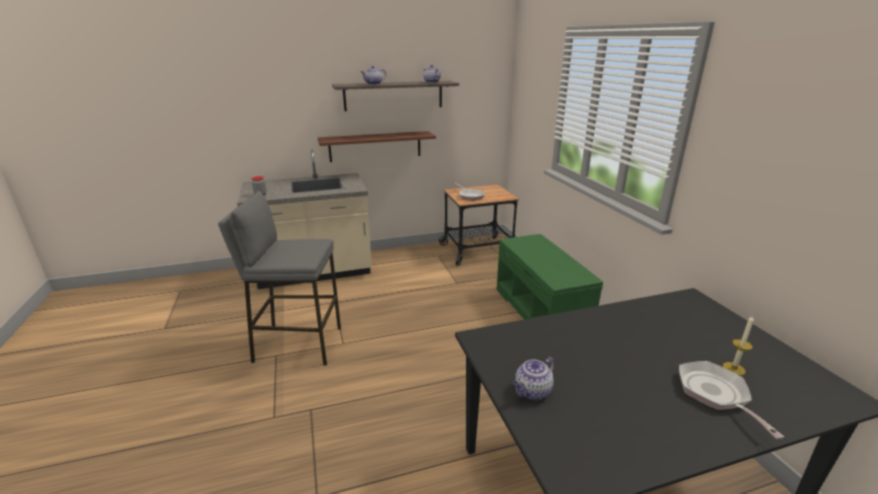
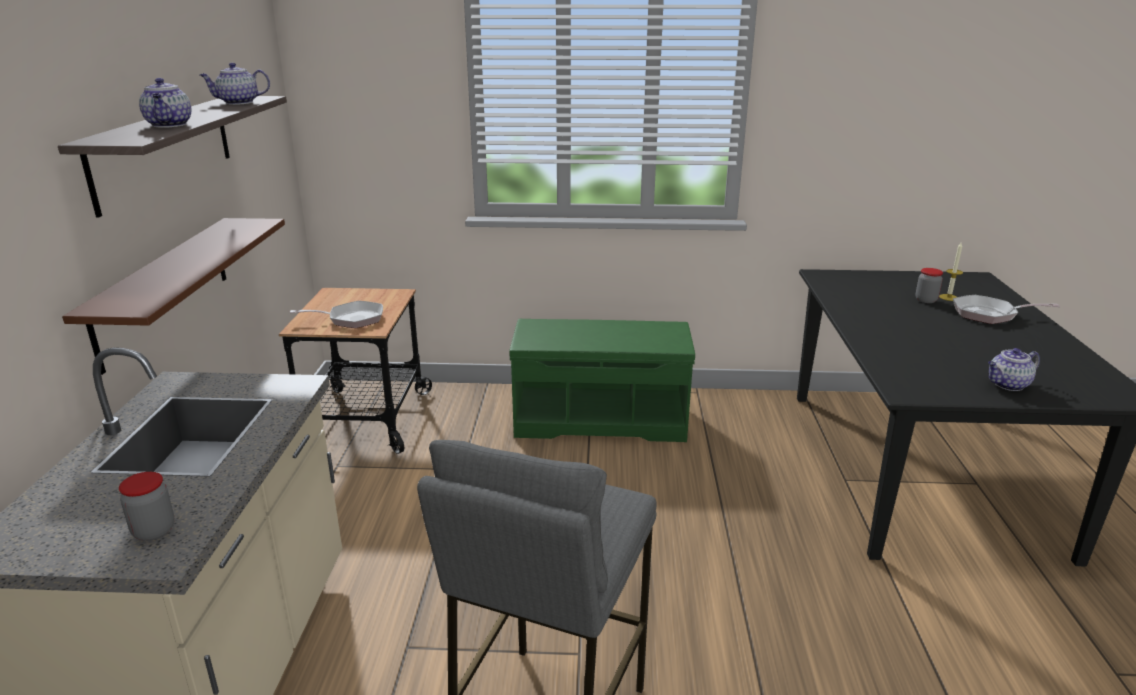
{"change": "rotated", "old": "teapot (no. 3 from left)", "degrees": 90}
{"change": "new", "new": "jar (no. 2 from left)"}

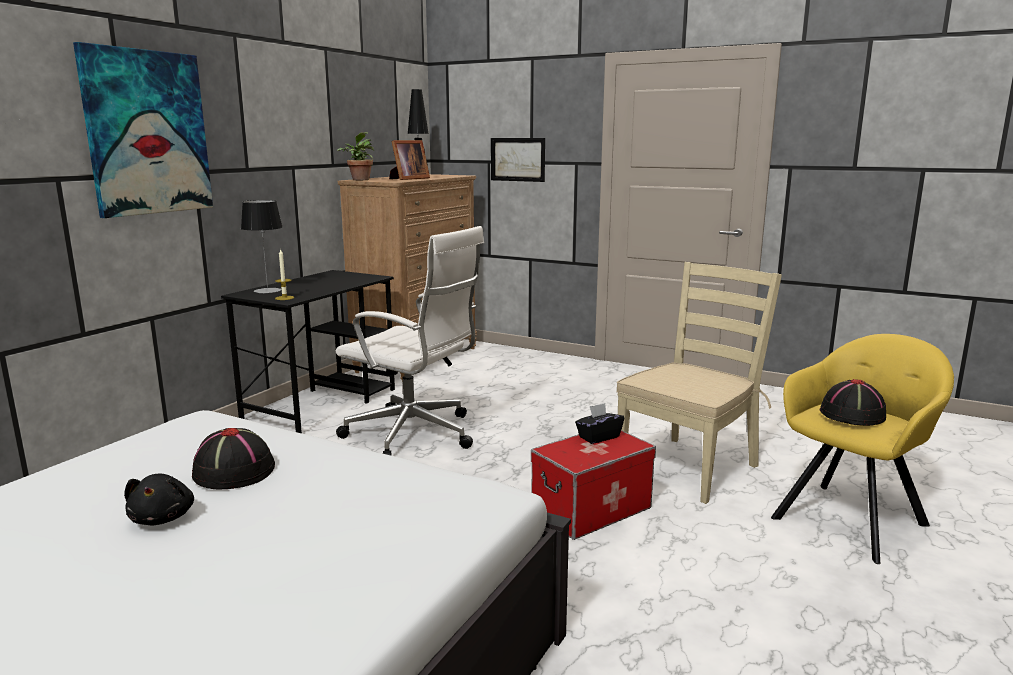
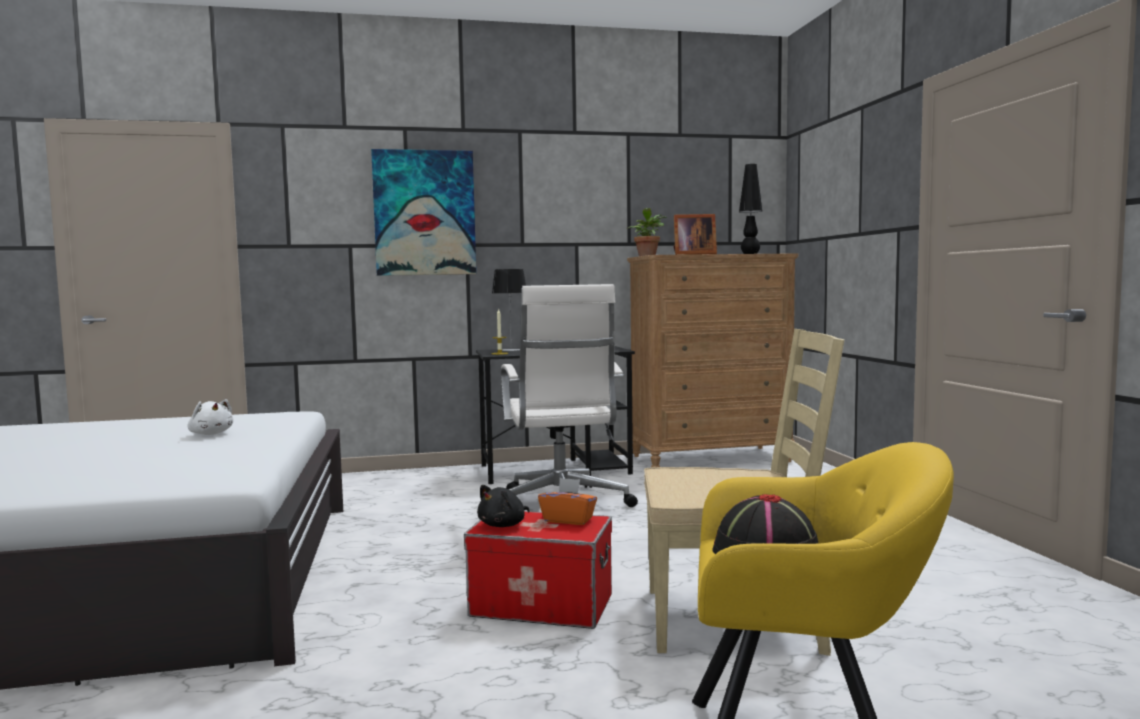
{"change": "gone", "old": "picture (no. 2 from left)"}
{"change": "repainted", "old": "tissue box (black)", "new": "tissue box (orange)"}
{"change": "swapped", "old": "hat (black) (no. 1 from left)", "new": "plush toy (white)"}
{"change": "shifted", "old": "plush toy (black)"}

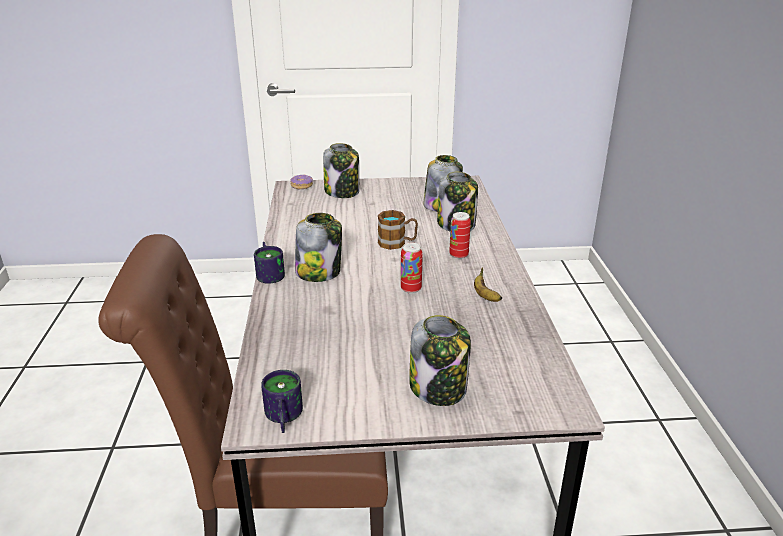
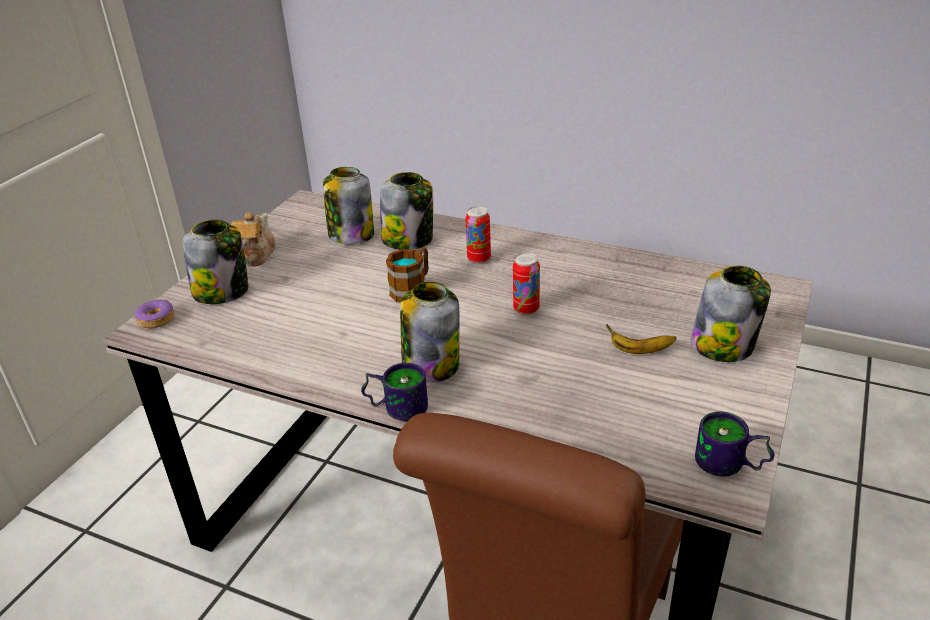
{"change": "shifted", "old": "banana"}
{"change": "new", "new": "teapot"}

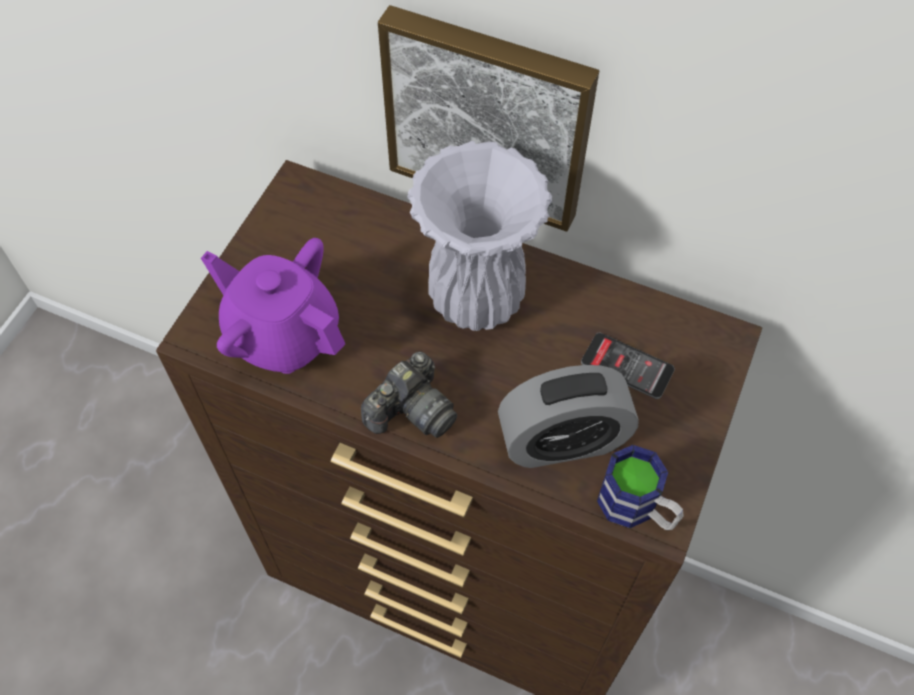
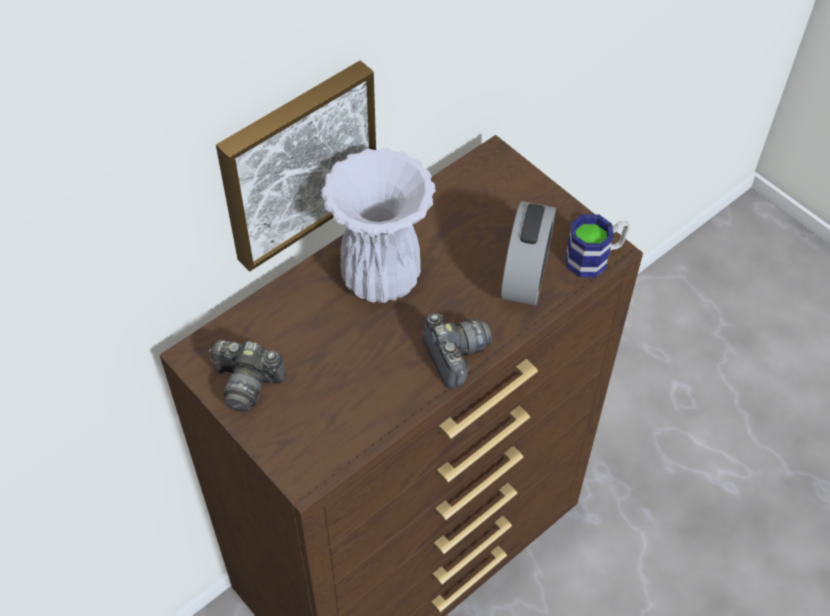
{"change": "gone", "old": "teapot (purple)"}
{"change": "gone", "old": "phone"}
{"change": "new", "new": "photo camera (no. 1 from left)"}

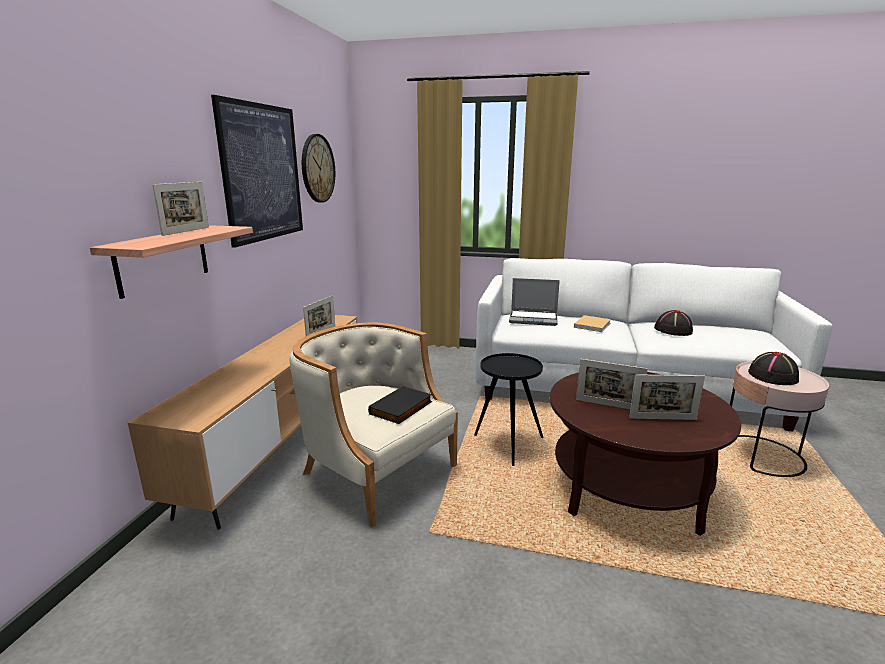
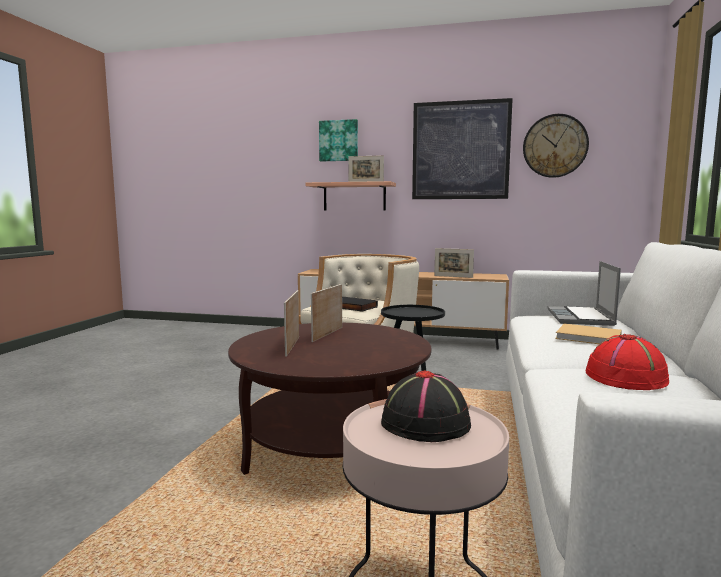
{"change": "repainted", "old": "hat (black) (no. 1 from left)", "new": "hat (red)"}
{"change": "new", "new": "picture (no. 1 from left)"}

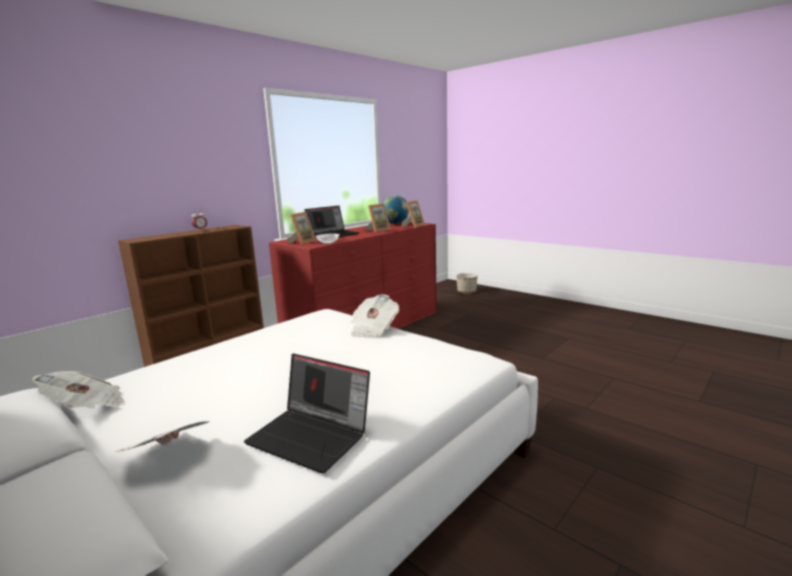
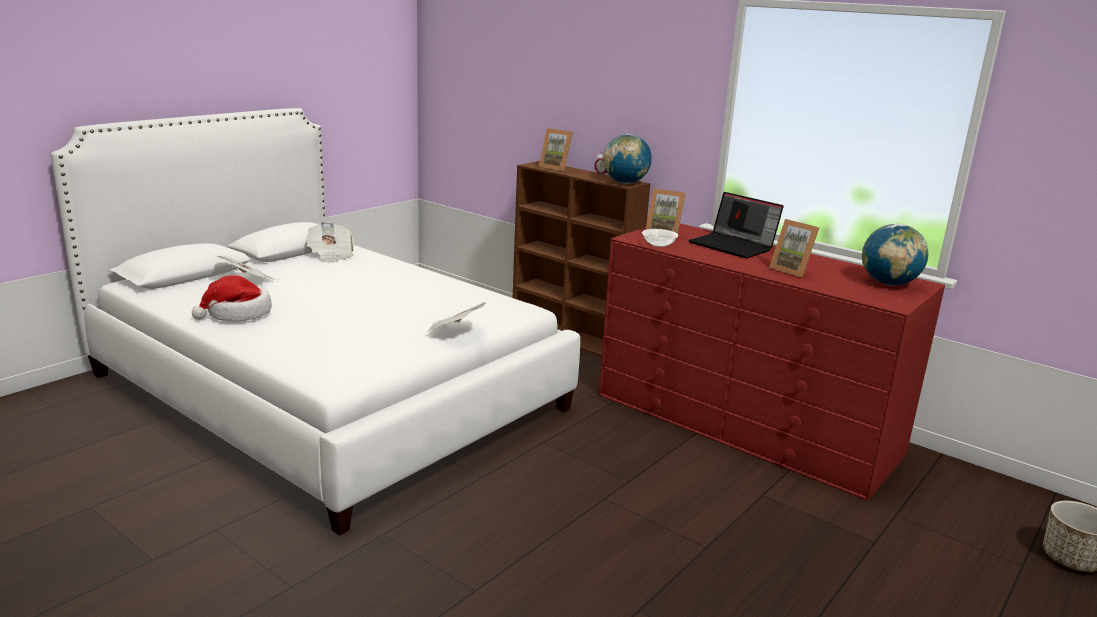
{"change": "shifted", "old": "picture frame (no. 3 from left in the first image)", "new": "picture frame (no. 1 from left)"}
{"change": "swapped", "old": "laptop (no. 1 from left)", "new": "hat"}
{"change": "new", "new": "globe (no. 1 from left)"}

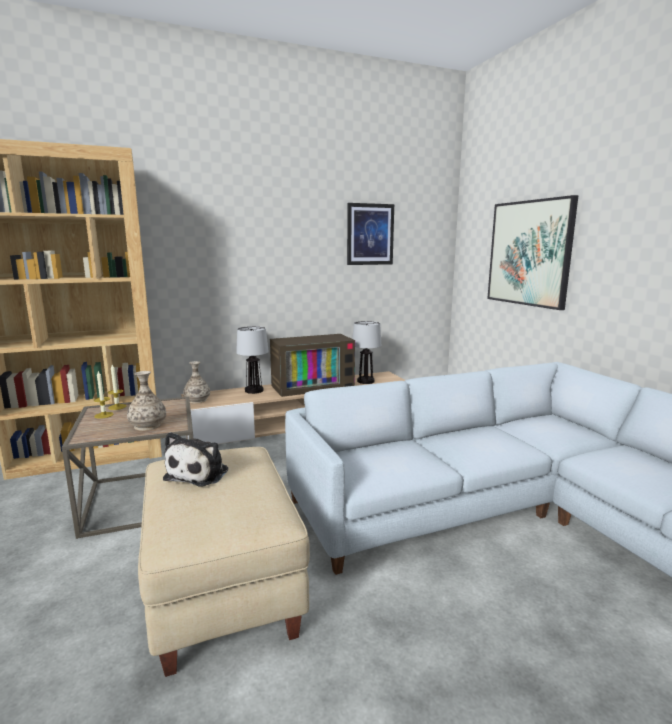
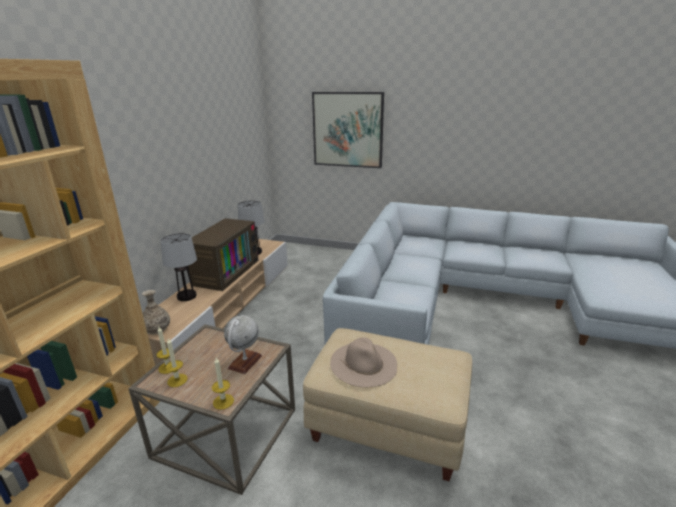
{"change": "gone", "old": "picture (no. 1 from left)"}
{"change": "swapped", "old": "vase (no. 1 from left)", "new": "globe"}
{"change": "swapped", "old": "plush toy", "new": "hat (beige)"}
{"change": "new", "new": "candle (no. 3 from left)"}

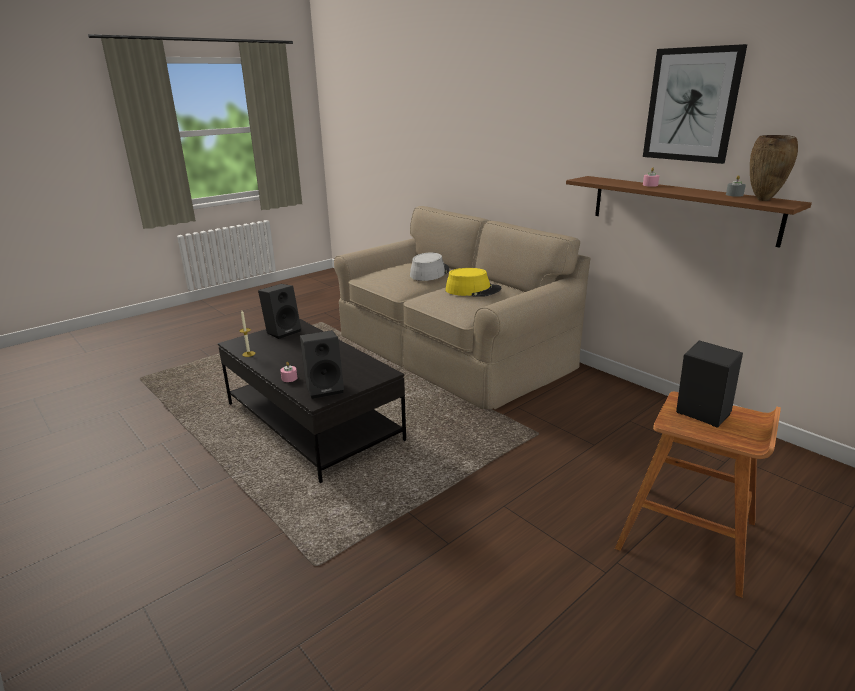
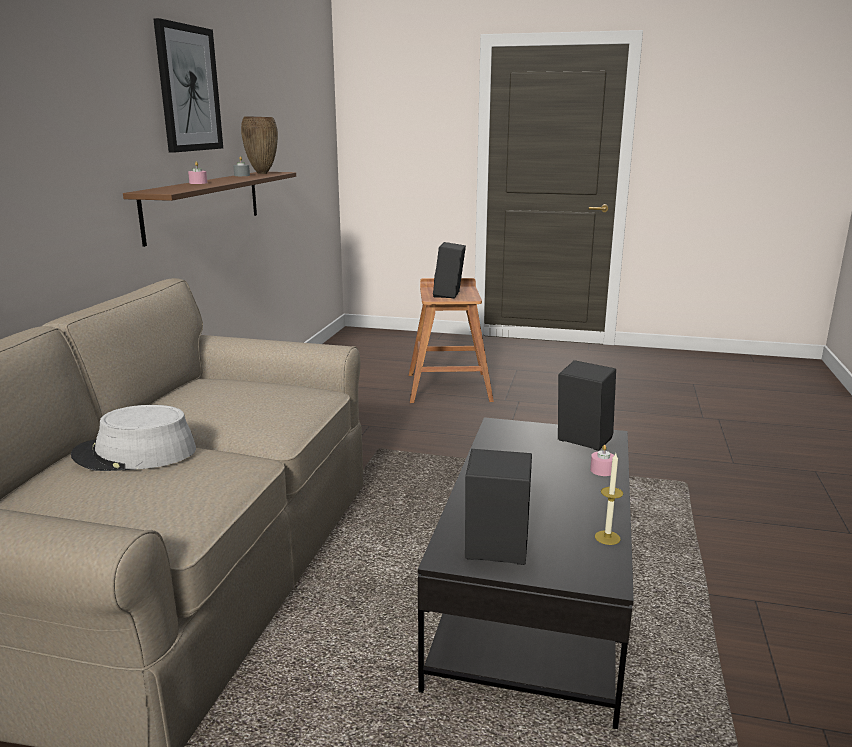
{"change": "gone", "old": "hat (yellow)"}

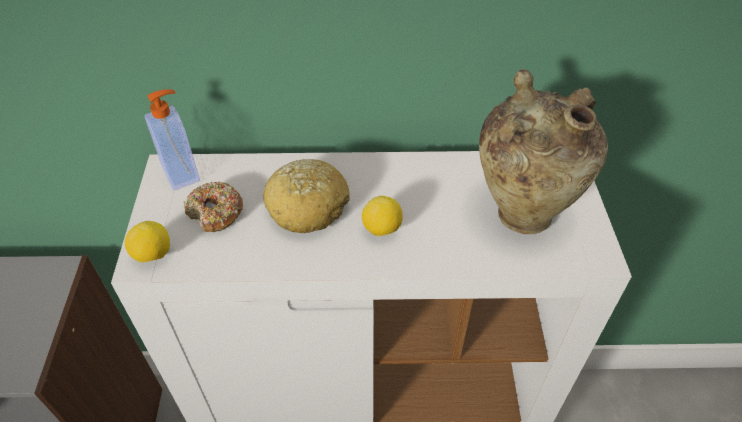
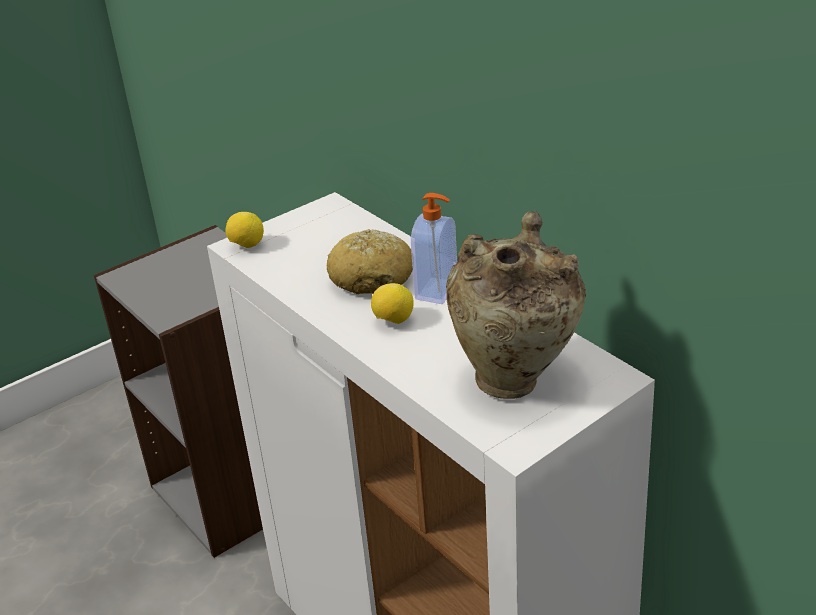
{"change": "shifted", "old": "soap dispenser"}
{"change": "gone", "old": "donut"}

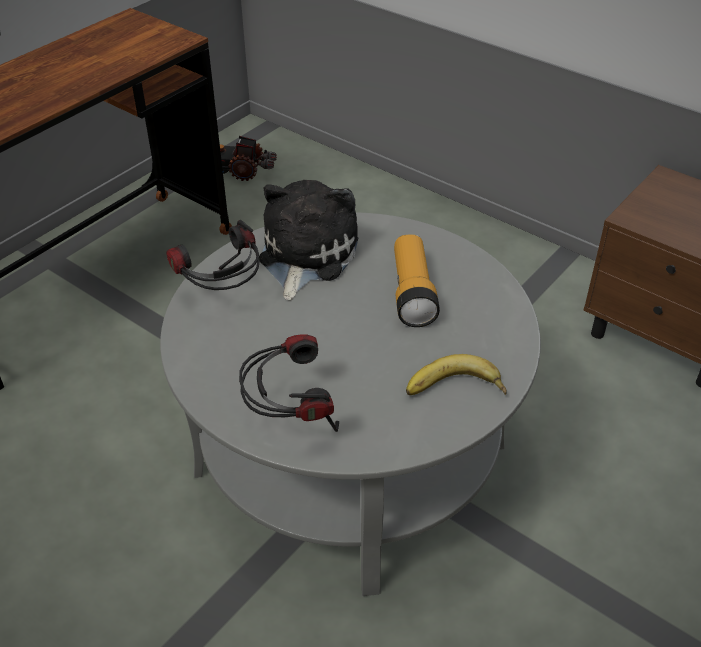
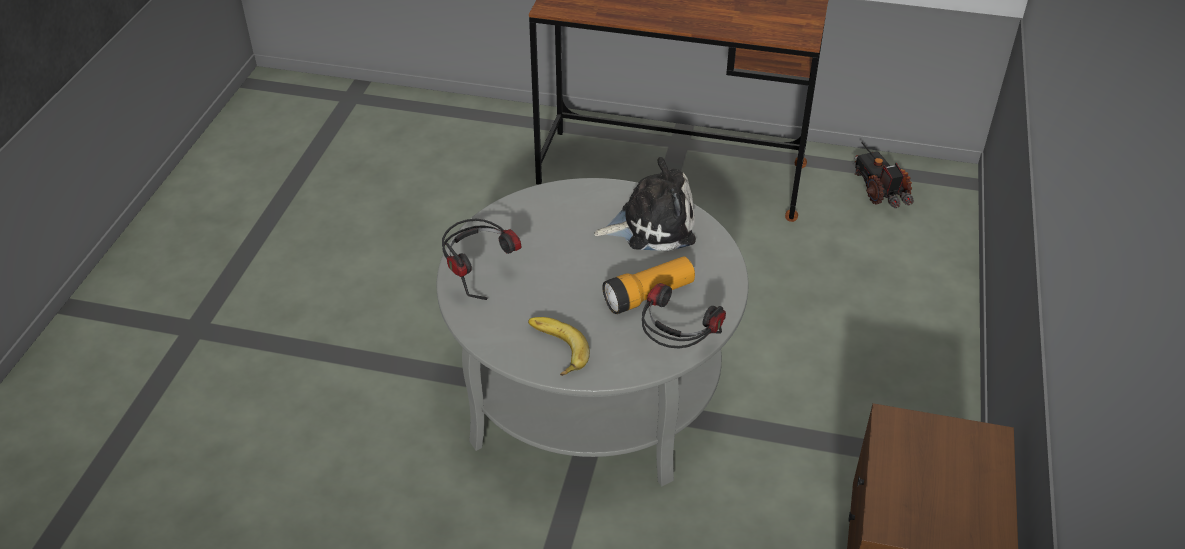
{"change": "shifted", "old": "headphones (no. 1 from left in the first image)", "new": "headphones (no. 2 from left)"}

